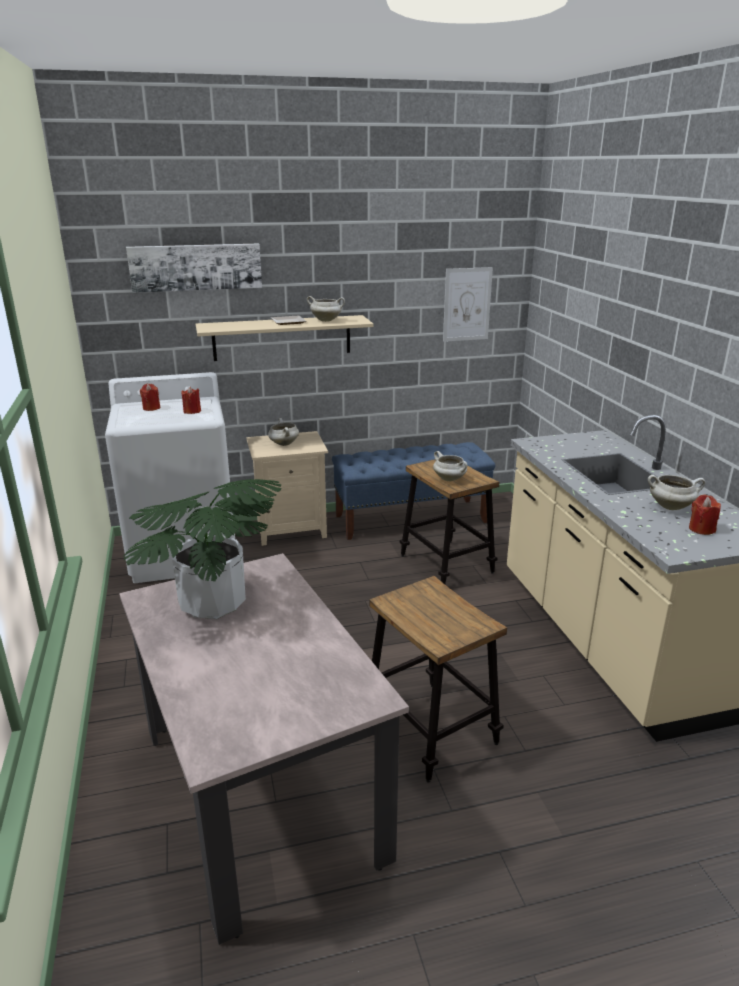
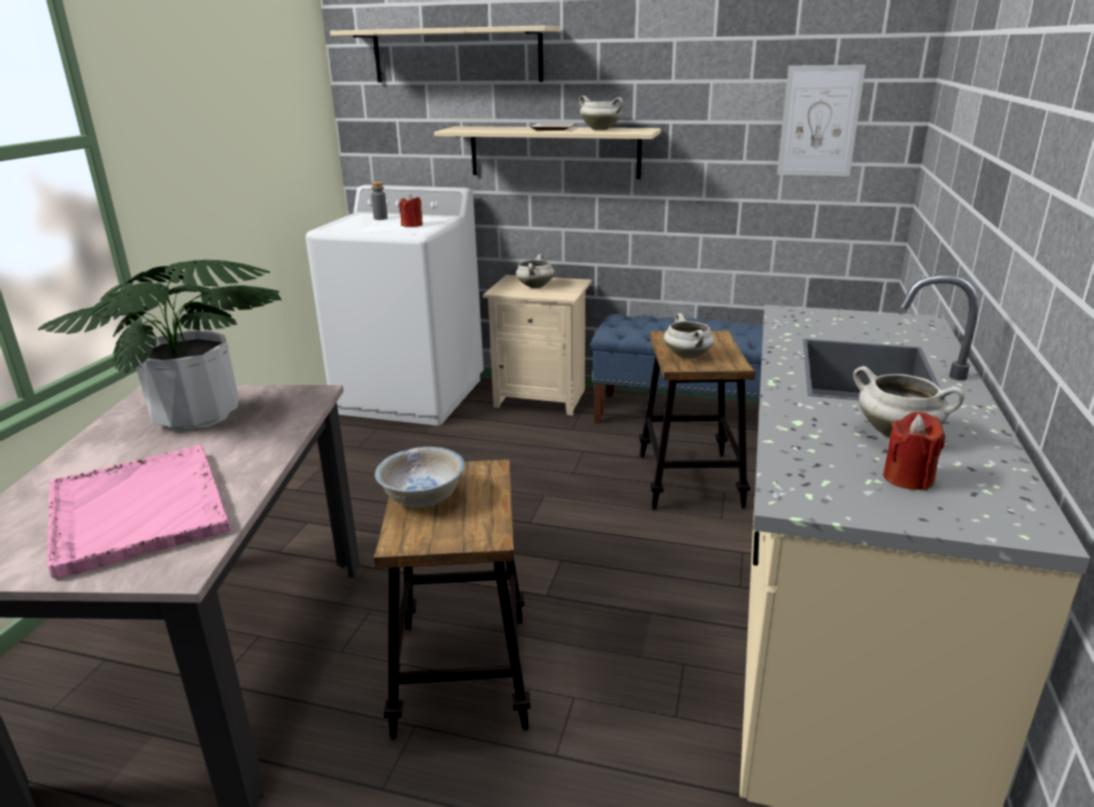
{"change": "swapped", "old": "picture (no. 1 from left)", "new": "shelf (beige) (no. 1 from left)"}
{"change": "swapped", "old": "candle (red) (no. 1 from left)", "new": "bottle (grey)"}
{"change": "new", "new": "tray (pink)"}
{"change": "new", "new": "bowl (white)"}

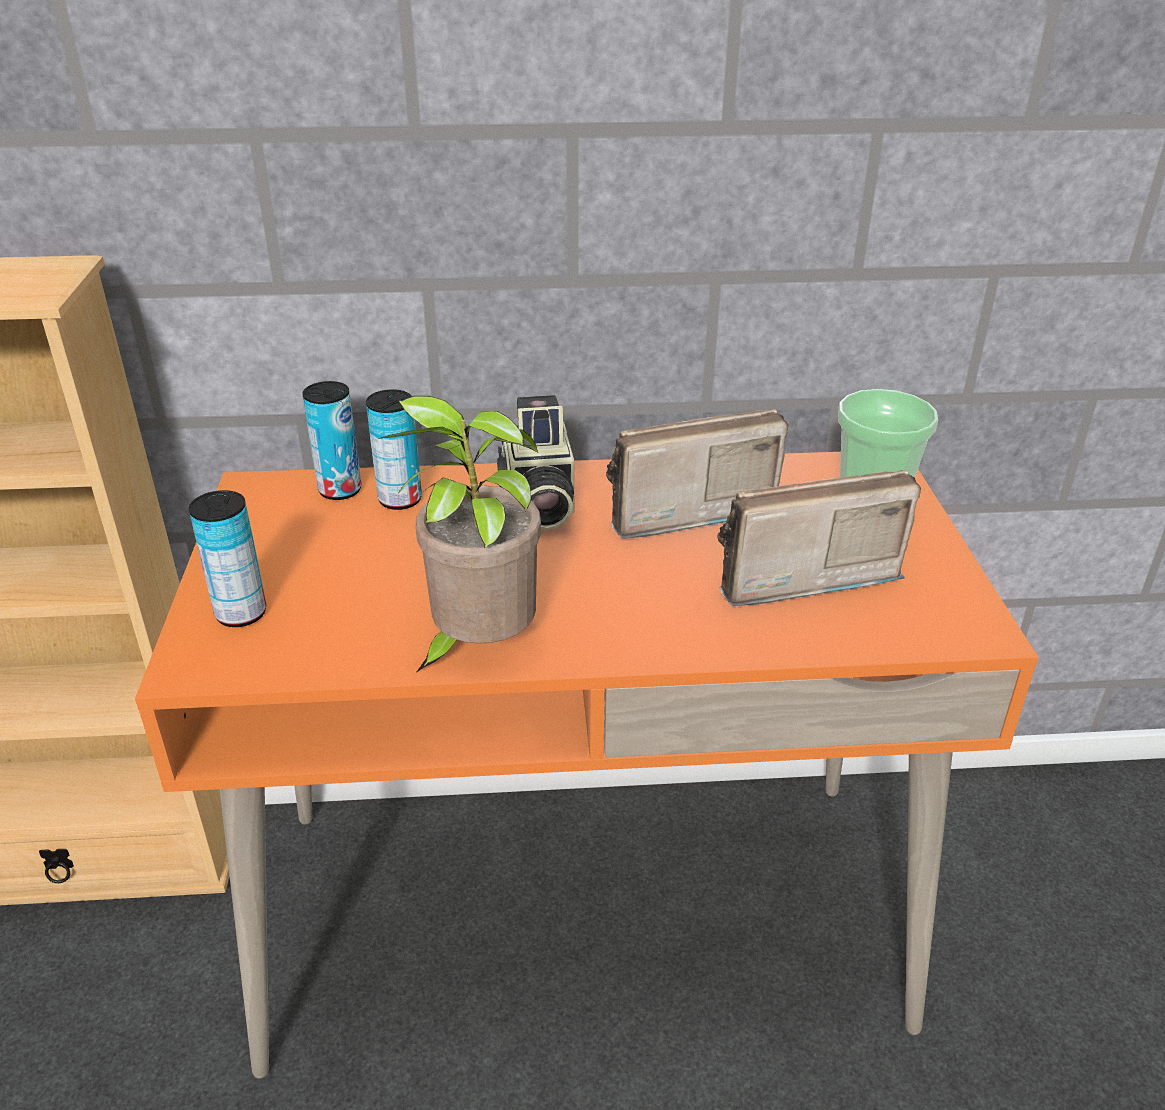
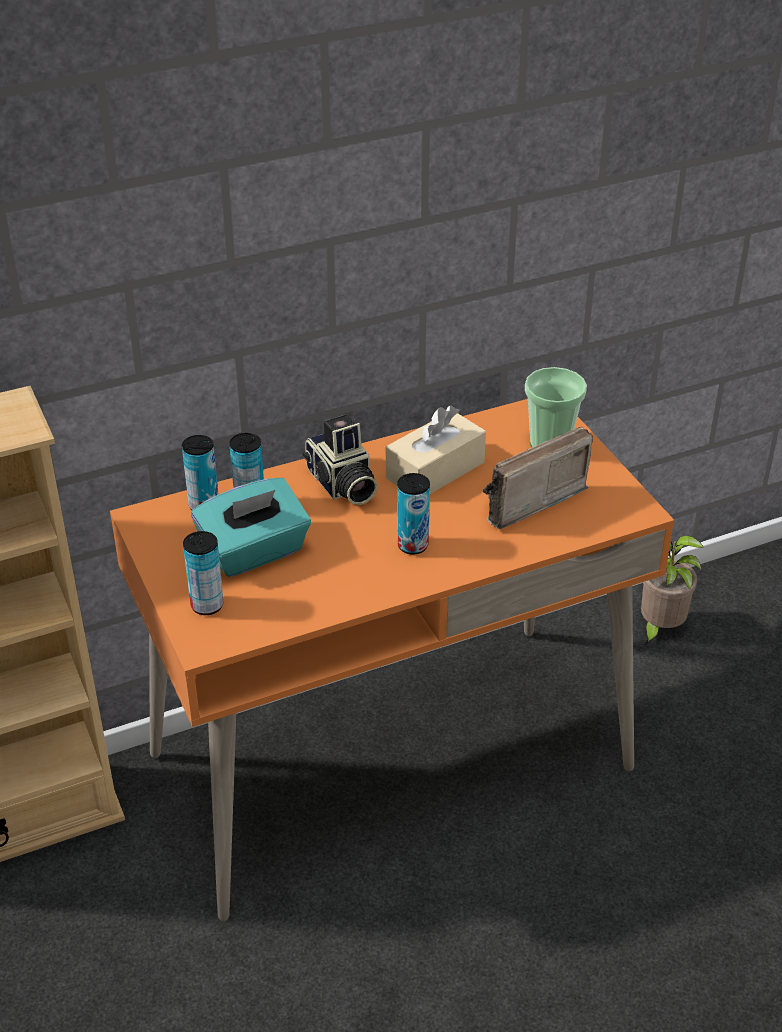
{"change": "shifted", "old": "potted plant"}
{"change": "swapped", "old": "radio (no. 1 from left)", "new": "tissue box (beige)"}
{"change": "new", "new": "can (no. 4 from left)"}
{"change": "new", "new": "tissue box (turquoise)"}

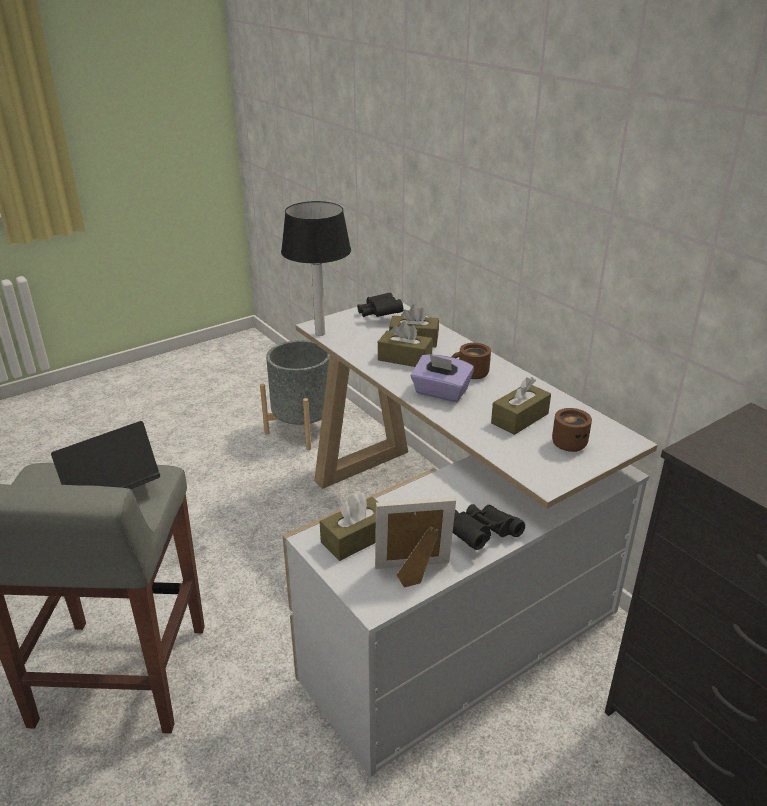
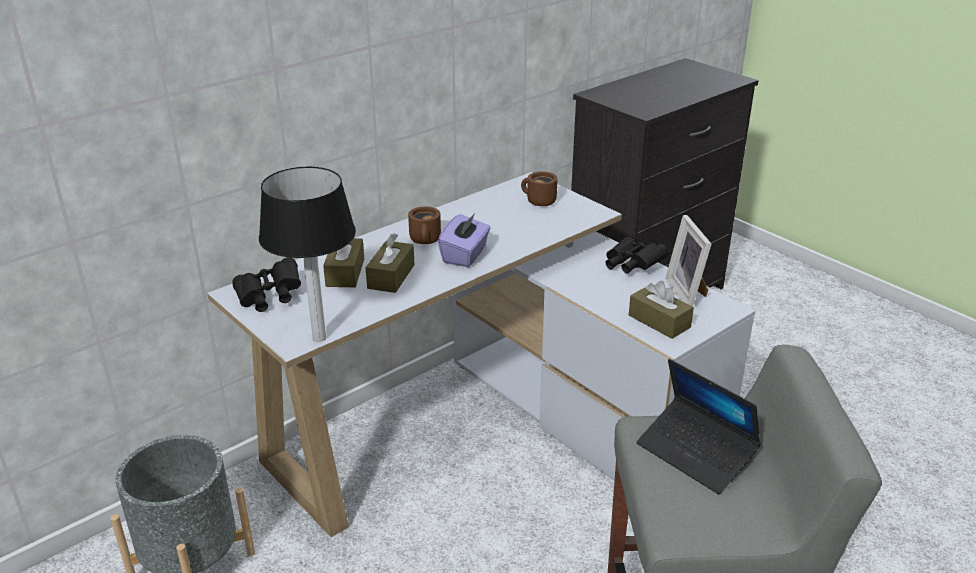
{"change": "gone", "old": "tissue box (brown) (no. 4 from left)"}

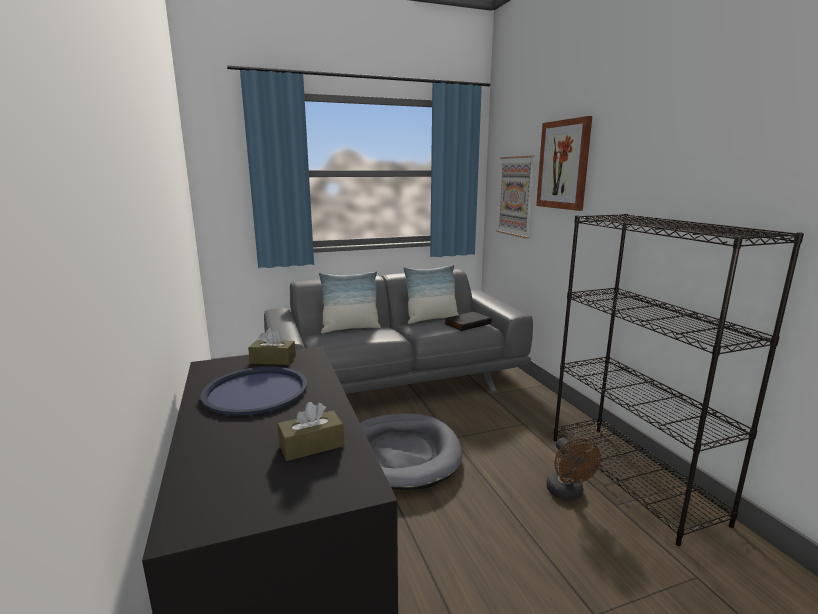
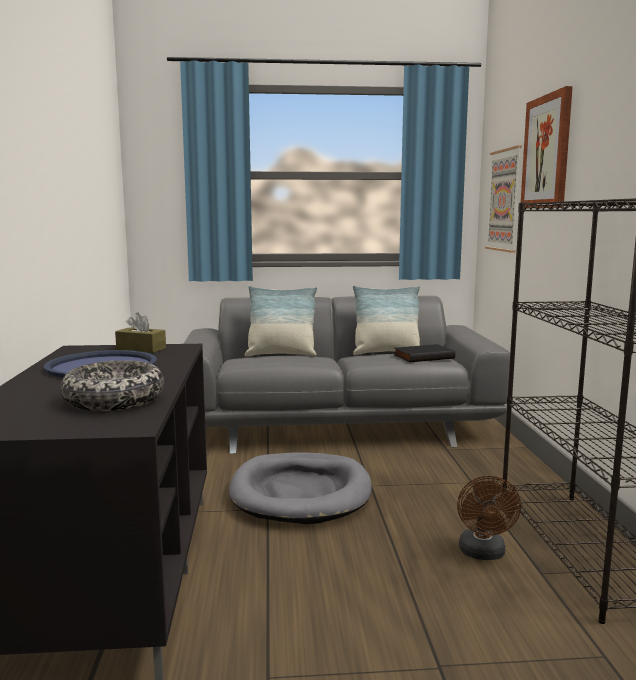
{"change": "swapped", "old": "tissue box (brown) (no. 2 from left)", "new": "bowl"}

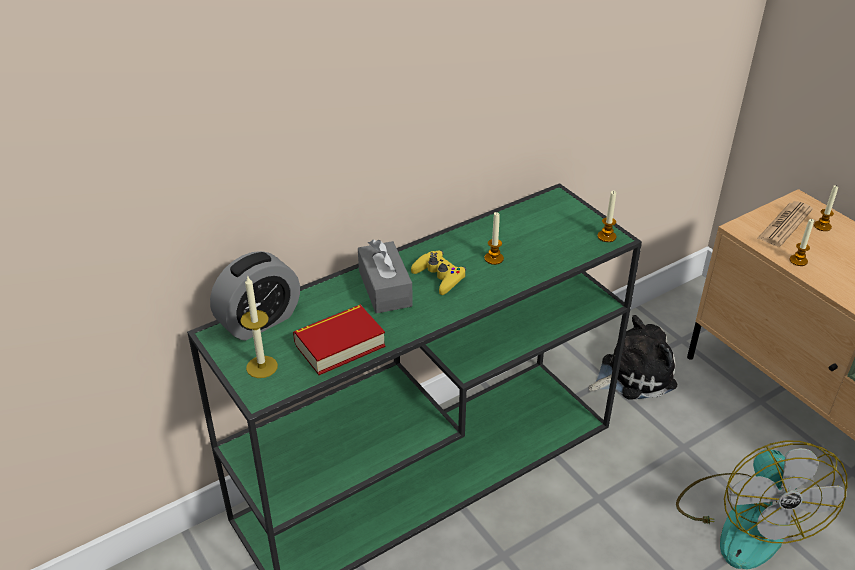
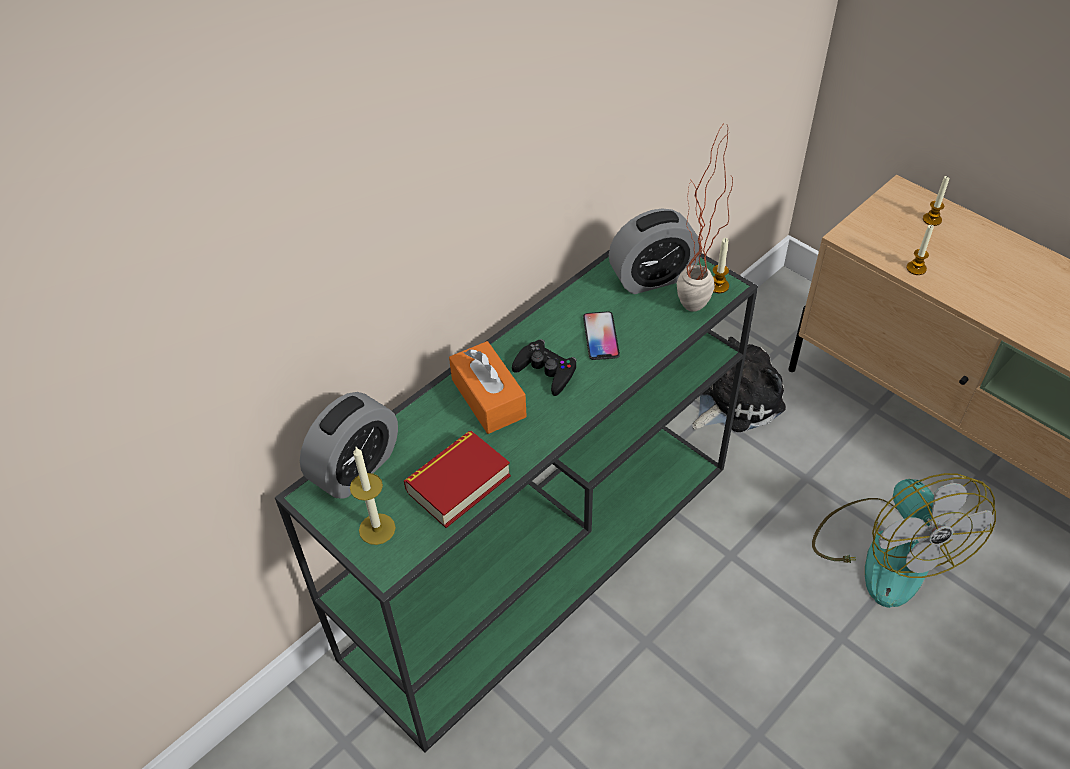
{"change": "gone", "old": "newspaper"}
{"change": "swapped", "old": "candle (no. 2 from left)", "new": "phone"}
{"change": "repainted", "old": "tissue box (grey)", "new": "tissue box (orange)"}
{"change": "repainted", "old": "game controller (yellow)", "new": "game controller (black)"}
{"change": "new", "new": "potted plant"}
{"change": "new", "new": "alarm clock (no. 2 from left)"}

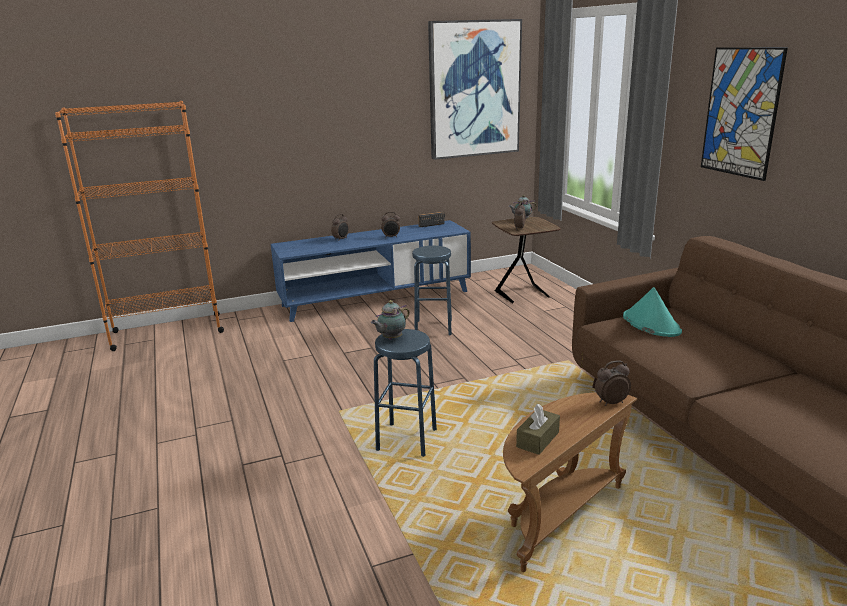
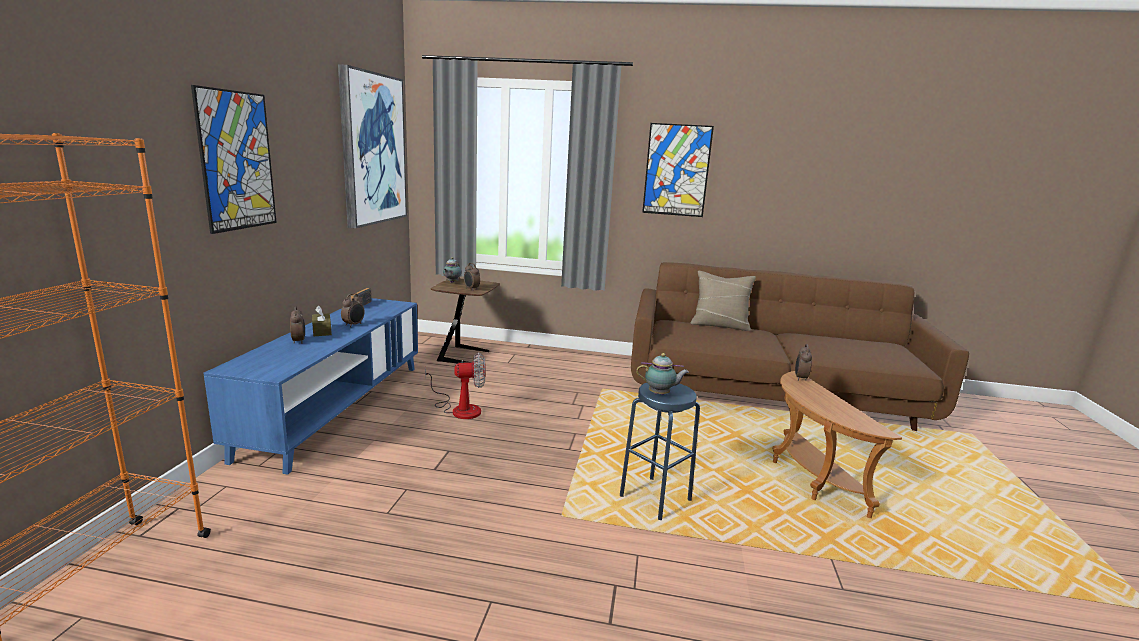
{"change": "swapped", "old": "stool (blue) (no. 2 from left)", "new": "fan"}
{"change": "gone", "old": "hat (turquoise)"}
{"change": "rotated", "old": "teapot (no. 1 from left in the first image)", "degrees": -75}
{"change": "shifted", "old": "tissue box (brown)"}
{"change": "new", "new": "picture (no. 1 from left)"}
{"change": "new", "new": "pillow (beige)"}

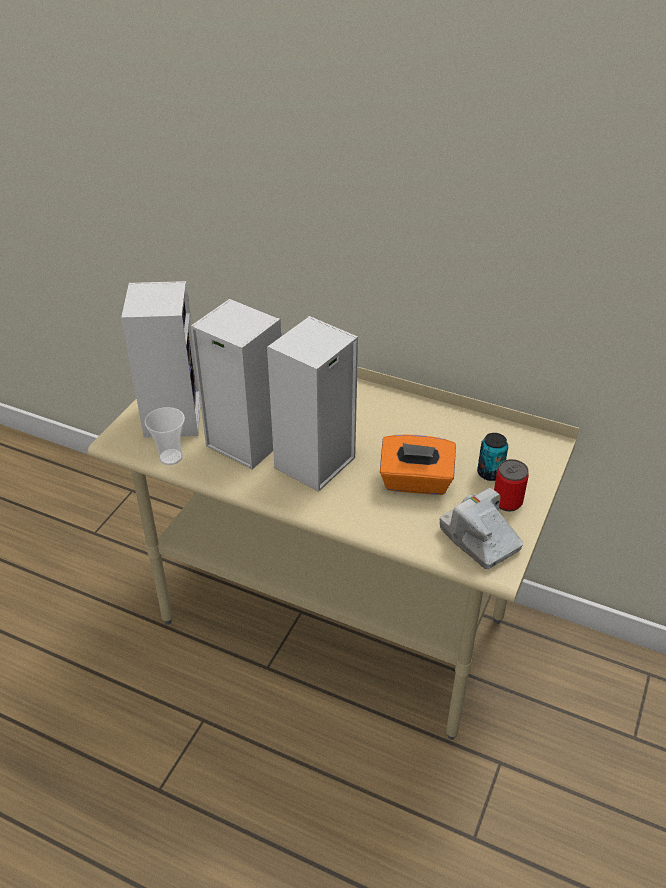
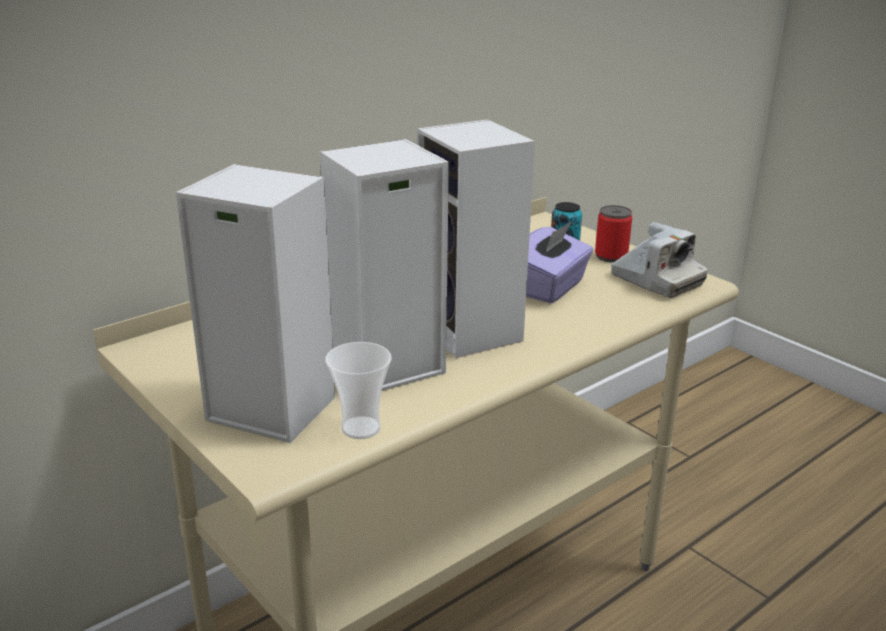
{"change": "repainted", "old": "tissue box (orange)", "new": "tissue box (purple)"}
{"change": "rotated", "old": "photo camera", "degrees": -120}

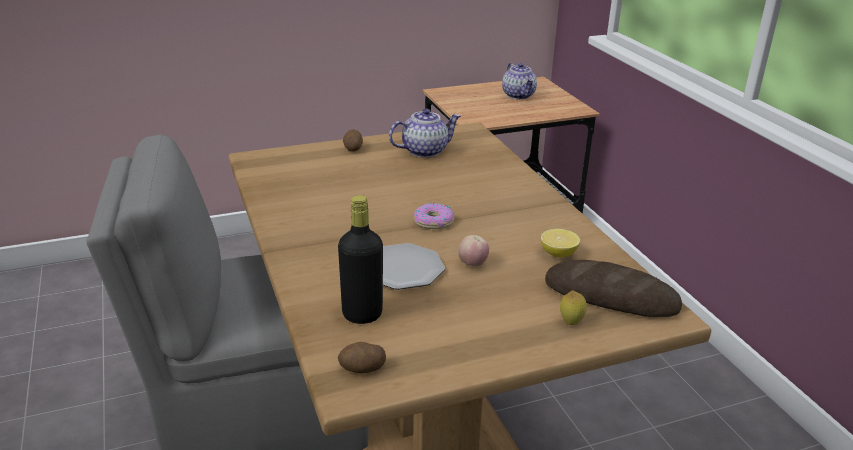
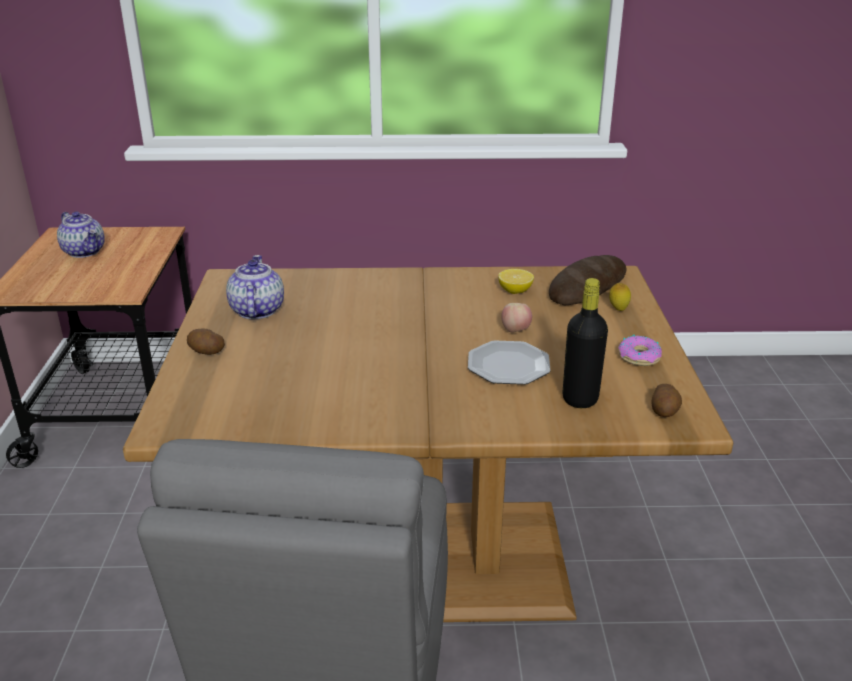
{"change": "rotated", "old": "teapot (no. 2 from left in the first image)", "degrees": 45}
{"change": "shifted", "old": "donut"}

